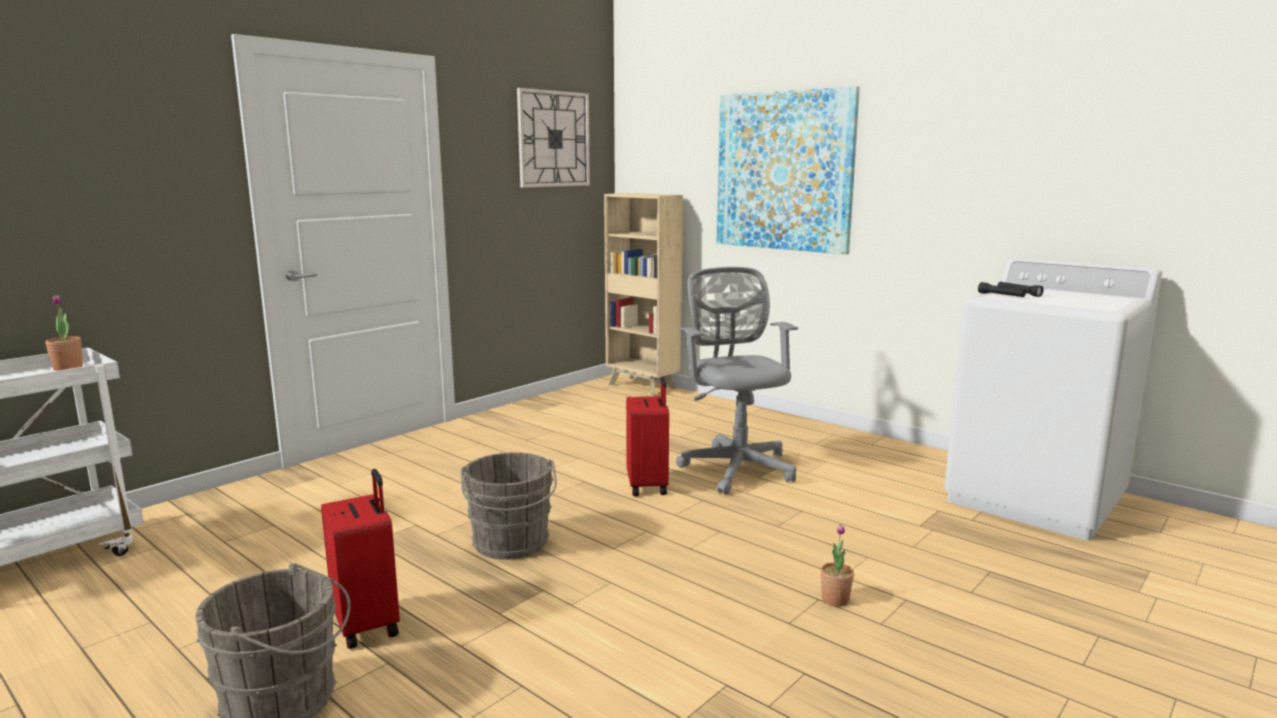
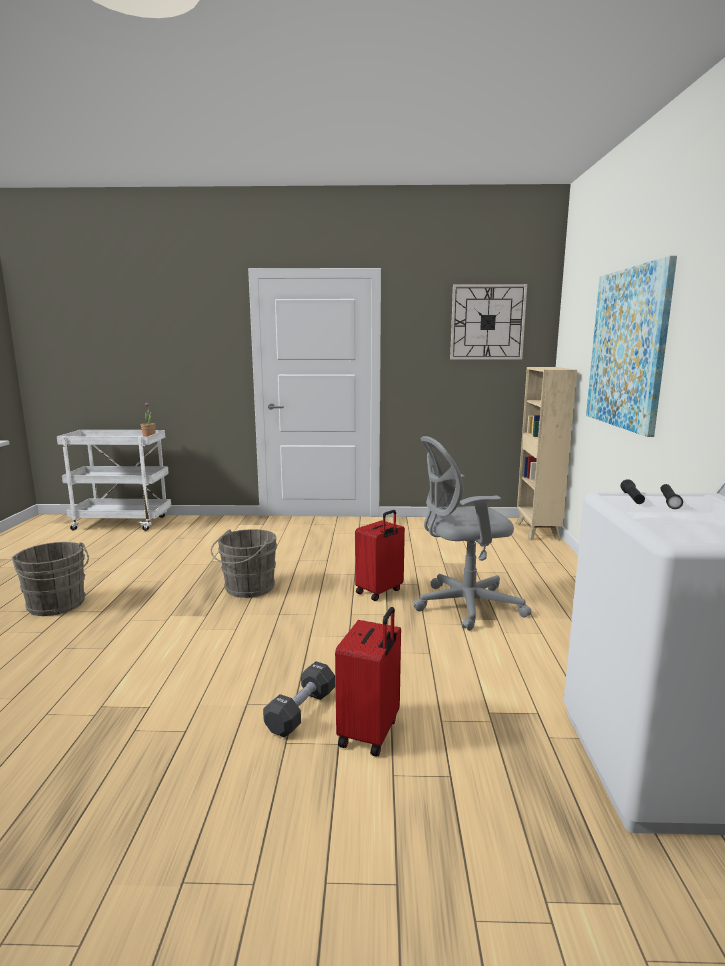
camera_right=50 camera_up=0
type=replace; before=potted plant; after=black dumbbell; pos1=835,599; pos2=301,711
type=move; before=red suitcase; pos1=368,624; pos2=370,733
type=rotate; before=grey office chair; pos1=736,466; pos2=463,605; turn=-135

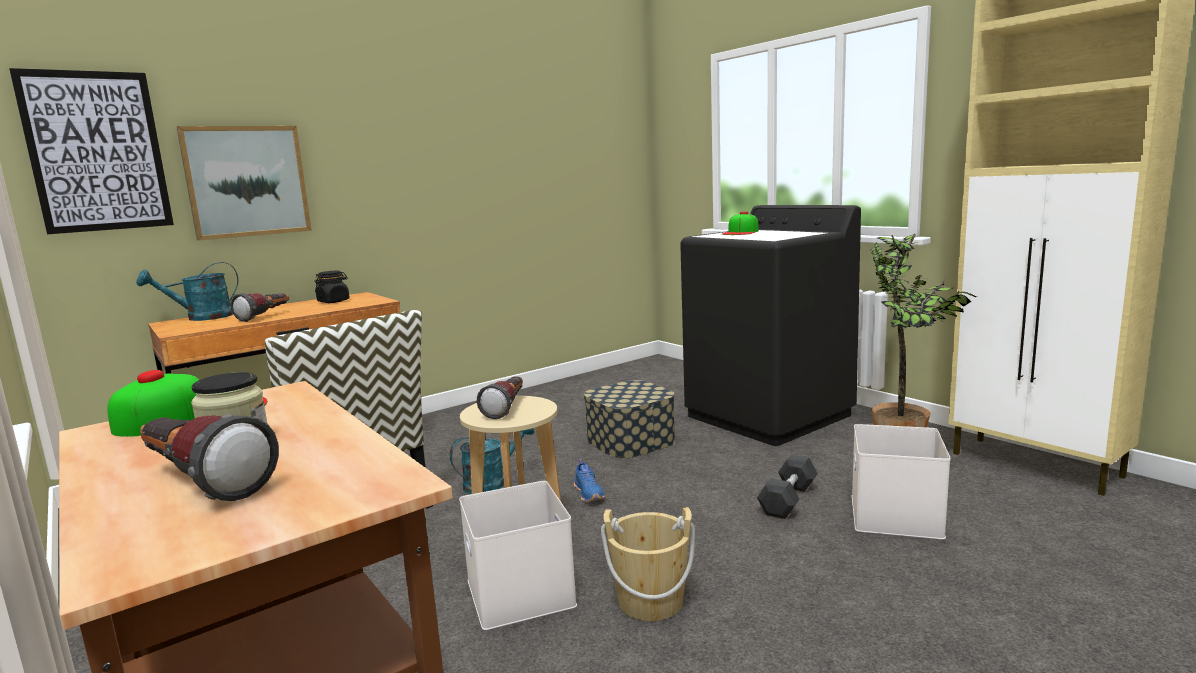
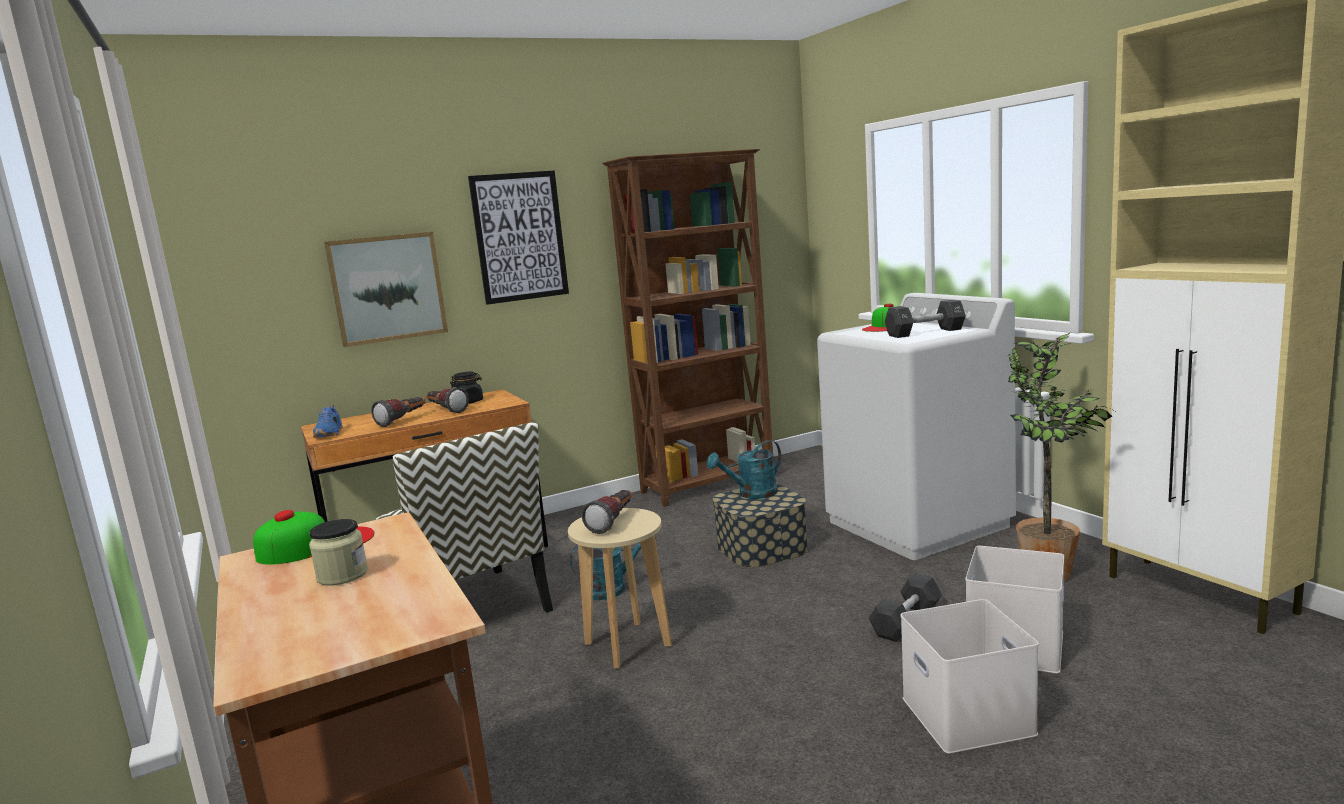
camera_right=10 camera_up=0
type=move; before=blue shoe; pos1=589,493; pos2=330,434
type=move; before=flashlight; pos1=201,483; pos2=445,410
type=move; before=picture; pos1=97,152; pos2=519,237
type=insert; after=brown bookcase; pos2=709,485
type=move; before=turquoise watering can; pos1=201,318; pos2=751,494
type=recolor; before=black washing machine; after=white washing machine; pos1=769,416; pos2=918,524
type=insert; after=black dumbbell; pos2=925,332
type=move; before=white storage box; pos1=517,591; pos2=964,714
type=delete; before=beige bucket; pos1=650,601

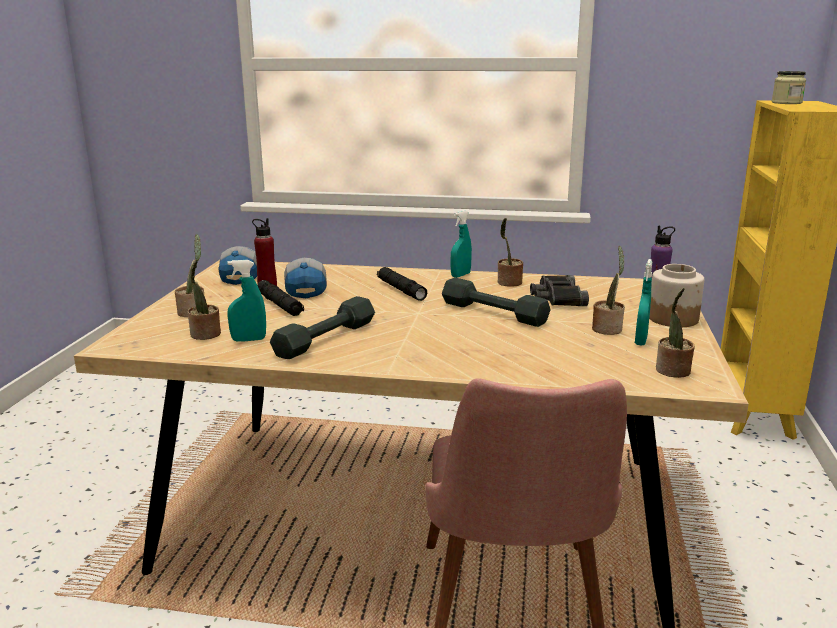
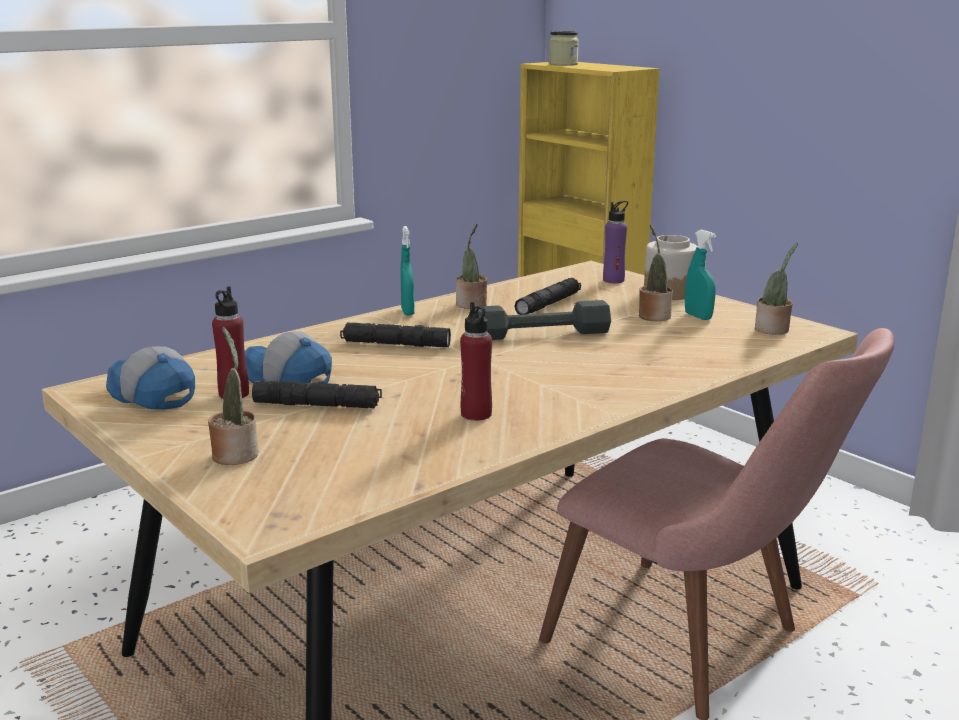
camera_right=-50 camera_up=0
type=replace; before=grey dumbbell; after=red bottle; pos1=325,339; pos2=476,414
type=replace; before=black binoculars; after=black flashlight; pos1=557,298; pos2=548,304
type=delete; before=potted plant; pos1=205,335
type=delete; before=turquoise spray bottle; pos1=249,340

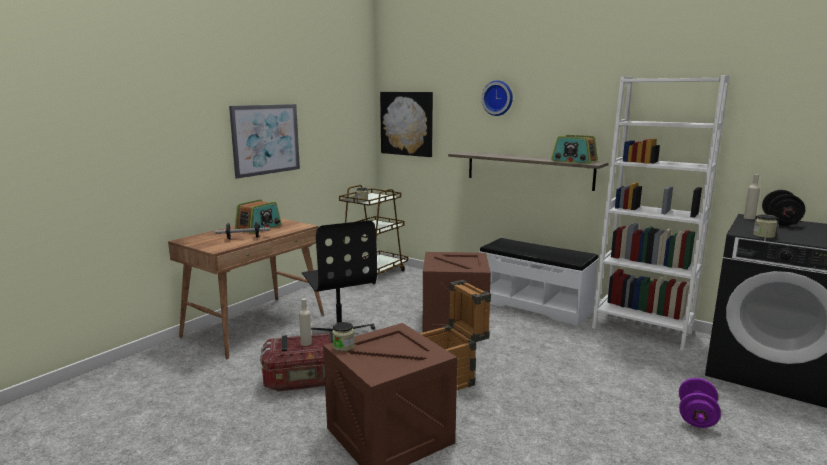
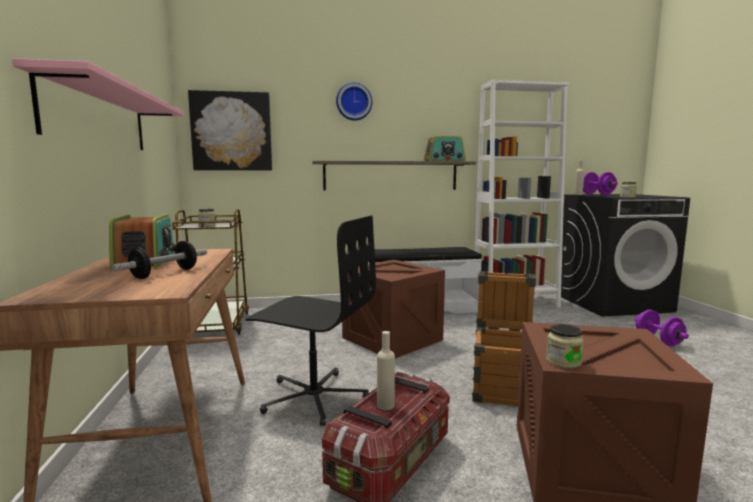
camera_right=-45 camera_up=-5
type=replace; before=picture; after=pink shelf; pos1=266,139; pos2=99,118
type=recolor; before=black dumbbell; after=purple dumbbell; pos1=780,222; pos2=597,194

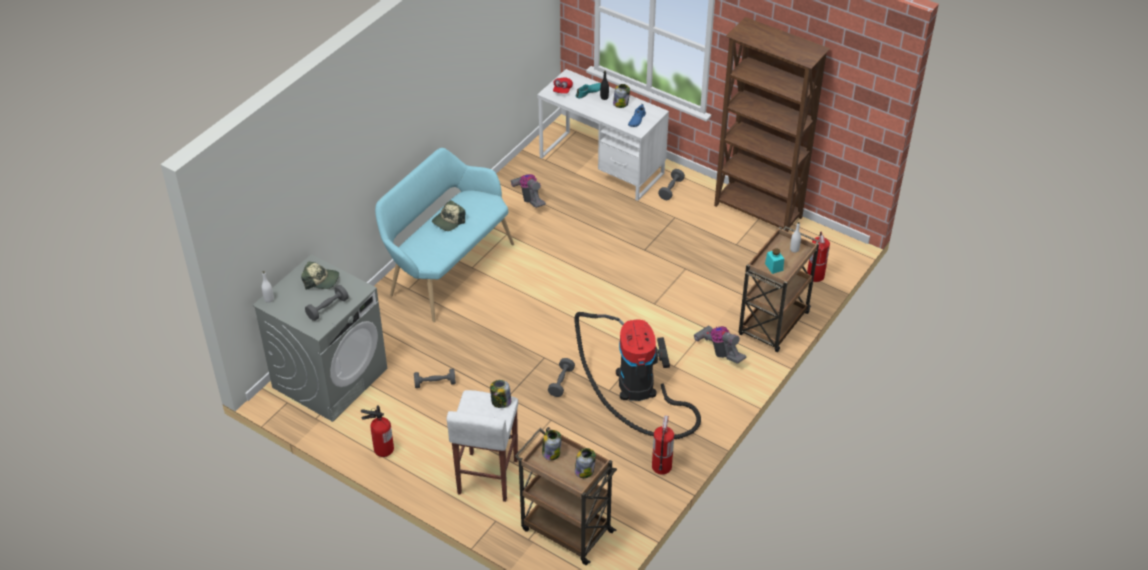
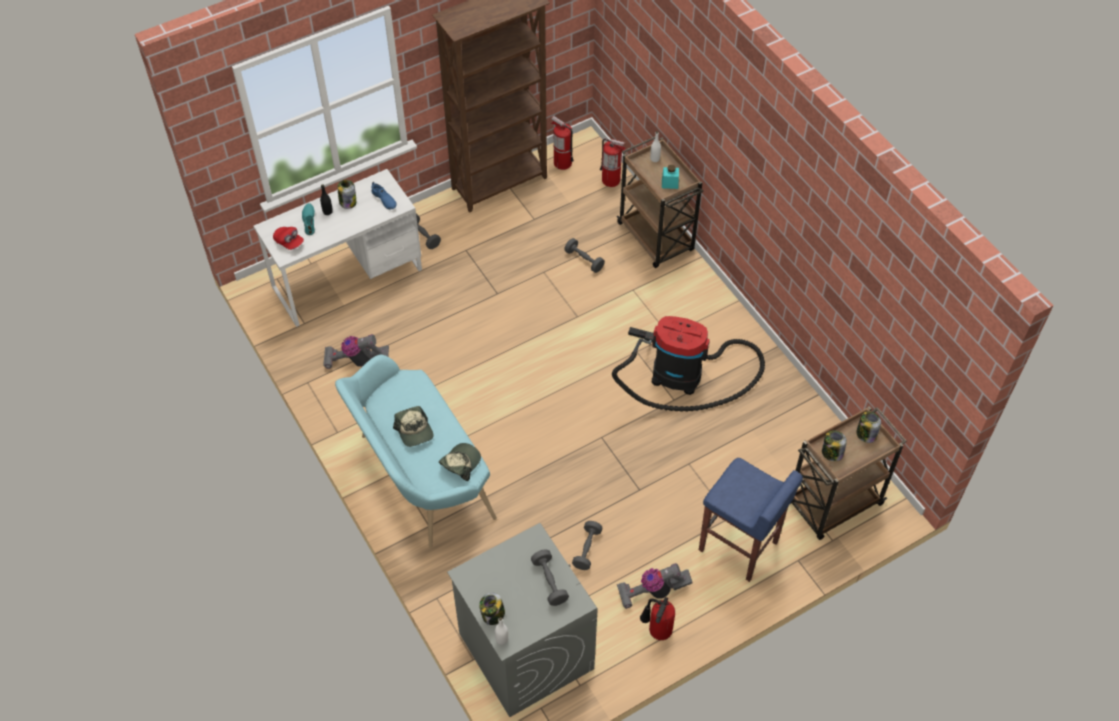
camera_right=-65 camera_up=10
type=move; before=cap; pos1=321,280; pos2=460,463
type=move; before=jar; pos1=500,402; pos2=493,615
type=move; before=fire extinguisher; pos1=661,466; pos2=562,163
type=move; before=grey dumbbell; pos1=561,382; pos2=584,260
type=move; before=vacuum cleaner; pos1=719,351; pos2=652,591
type=recolor; before=white stool; after=blue stool; pos1=486,477; pos2=738,547

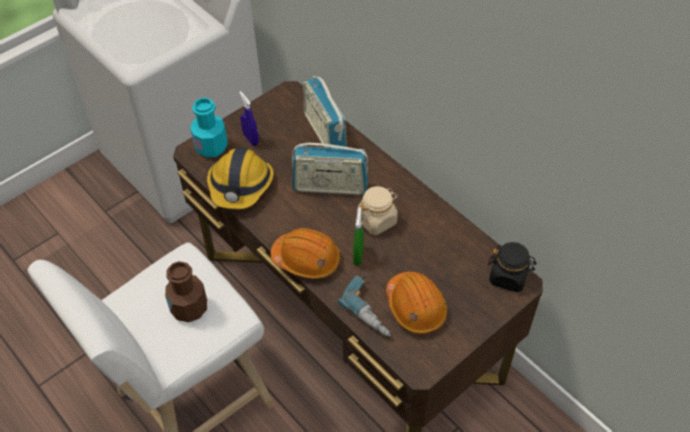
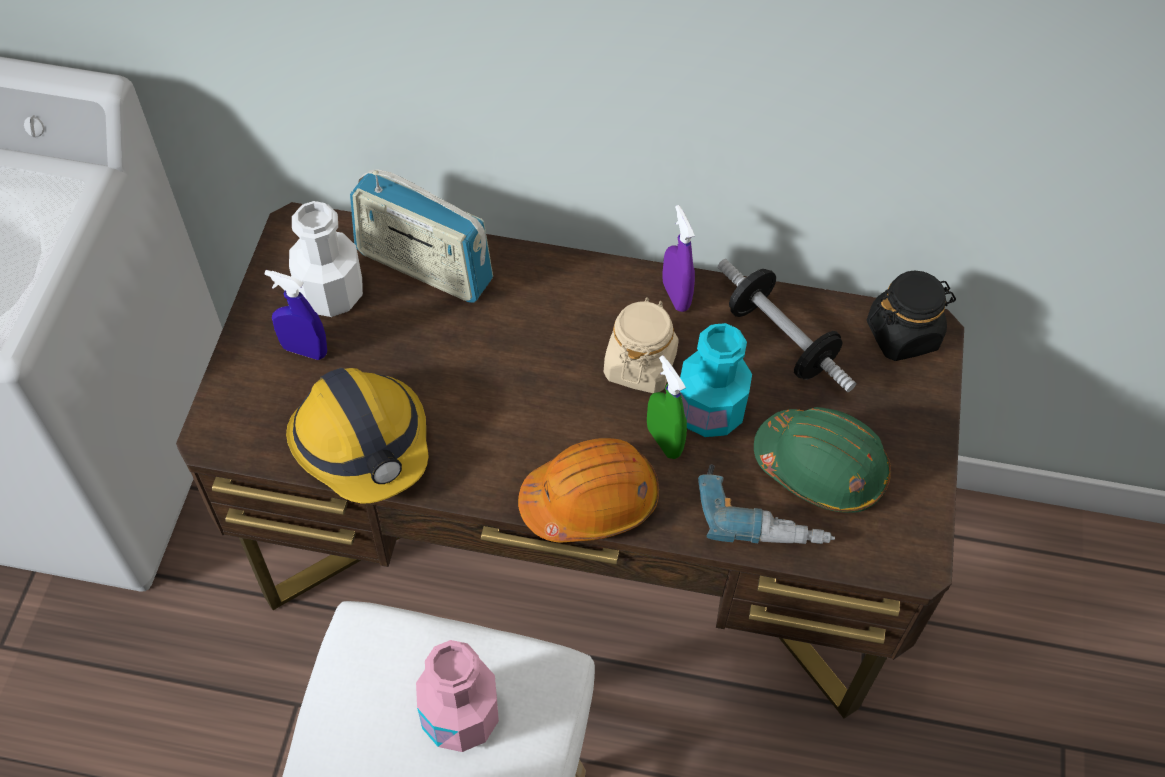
camera_right=-40 camera_up=5
type=insert; after=white bottle; pos2=331,293
type=recolor; before=brown bottle; after=pink bottle; pos1=189,308; pos2=460,716
type=insert; after=purple spray bottle; pos2=675,295
type=move; before=turquoise bottle; pos1=211,147; pos2=709,411
type=insert; after=dumbbell; pos2=780,340
type=recolor; before=orange hard hat; after=green hard hat; pos1=415,307; pos2=821,468
type=delete; before=radio; pos1=330,187

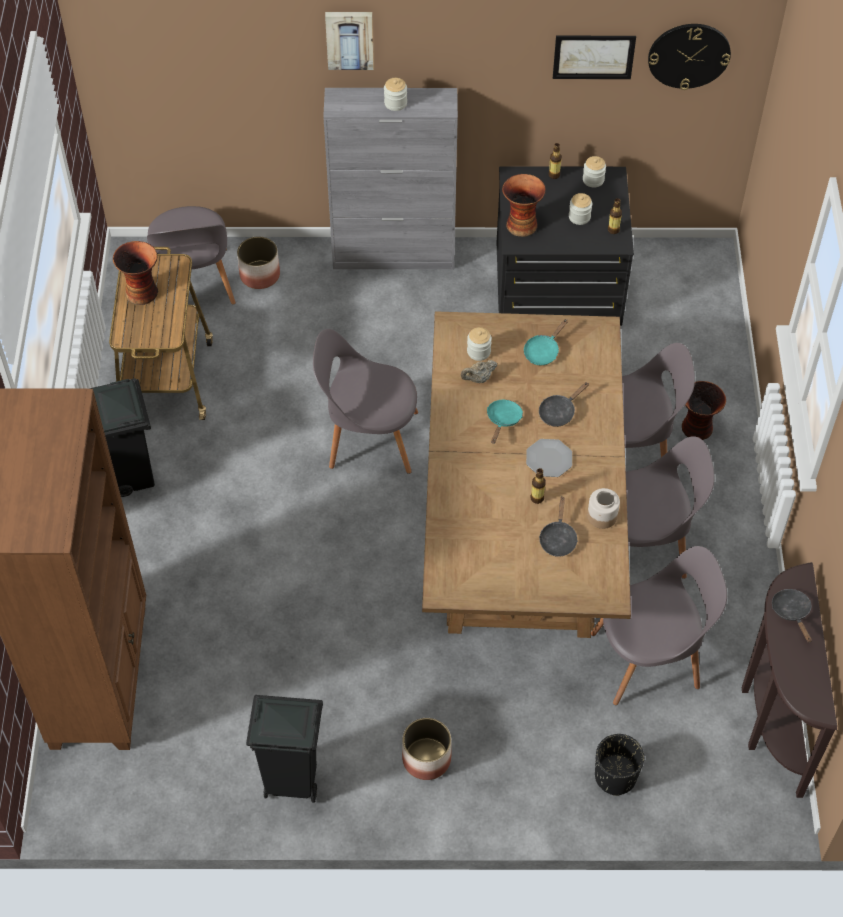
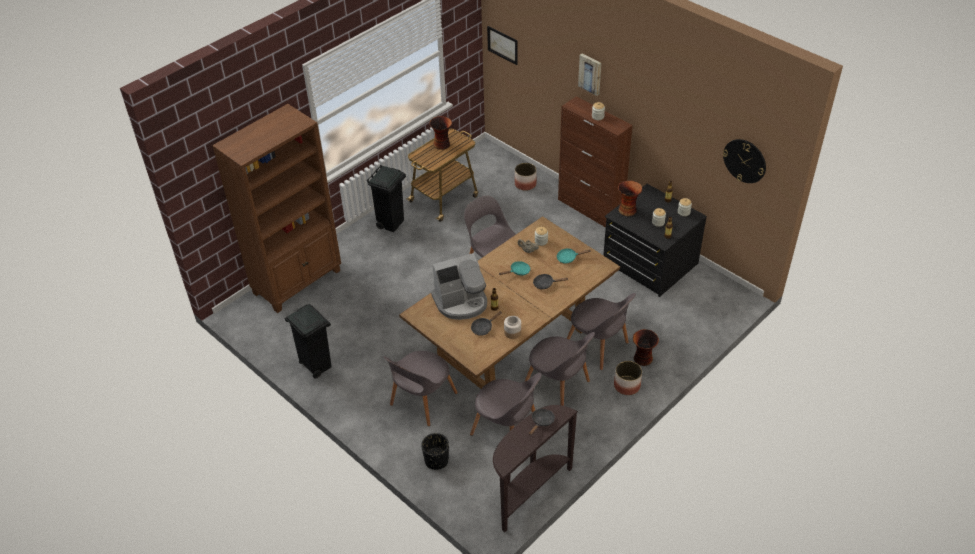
camera_right=45 camera_up=-10
type=move; before=grey chair; pos1=194,284; pos2=421,401
type=insert; after=coffee machine; pos2=461,302
type=move; before=picture; pos1=593,56; pos2=502,45
type=recolor; before=grey cabinet; after=brown cabinet; pos1=394,255; pos2=590,209
type=move; before=planter; pos1=427,759; pos2=627,386
type=delete; before=plate; pos1=549,459

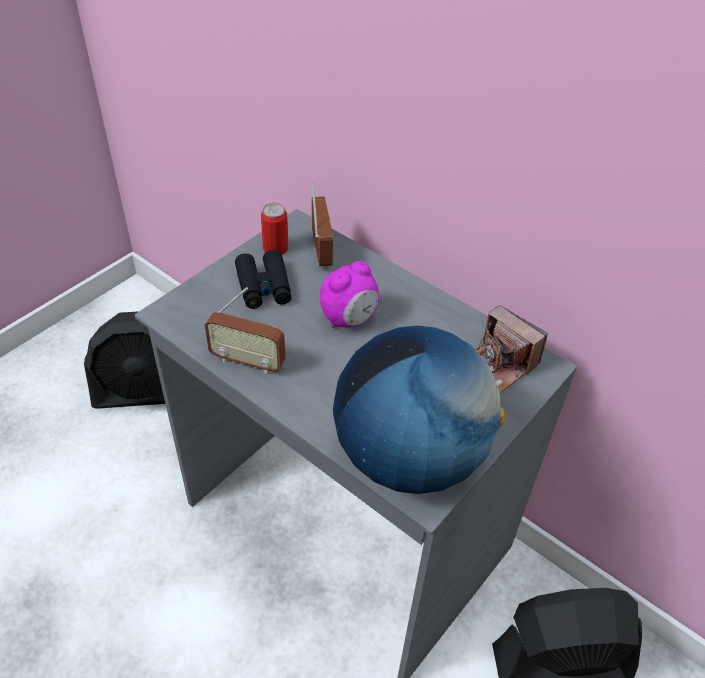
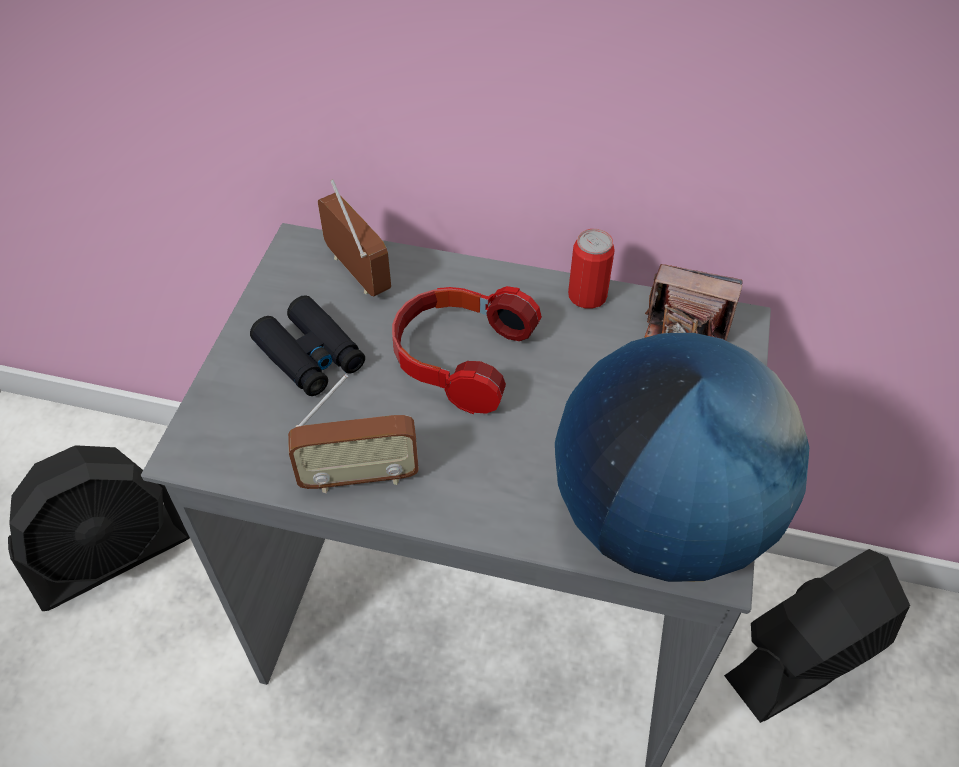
camera_right=-25 camera_up=5
type=replace; before=alarm clock; after=headphones; pos1=349,319; pos2=458,357
type=move; before=can; pos1=275,248; pos2=587,296

